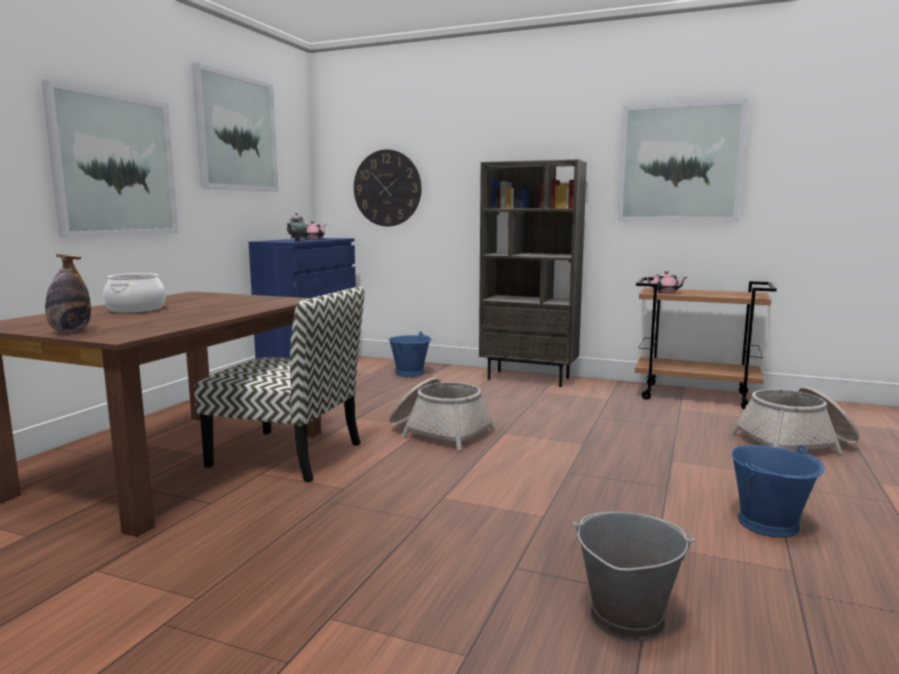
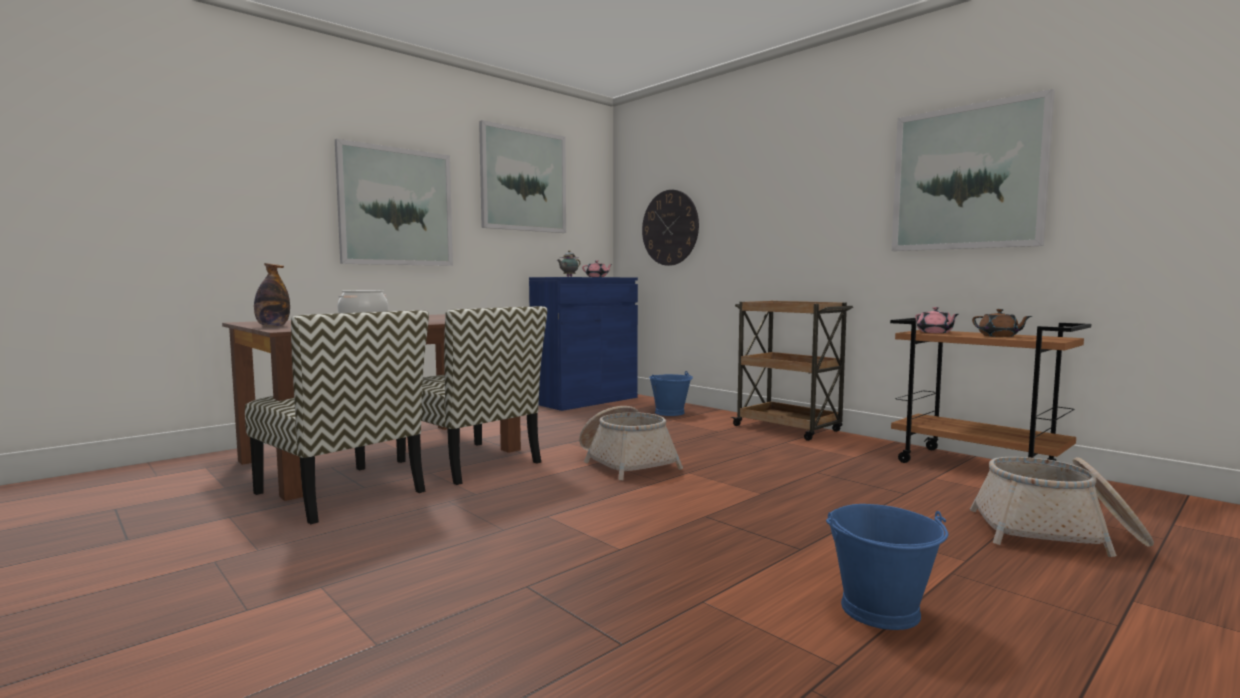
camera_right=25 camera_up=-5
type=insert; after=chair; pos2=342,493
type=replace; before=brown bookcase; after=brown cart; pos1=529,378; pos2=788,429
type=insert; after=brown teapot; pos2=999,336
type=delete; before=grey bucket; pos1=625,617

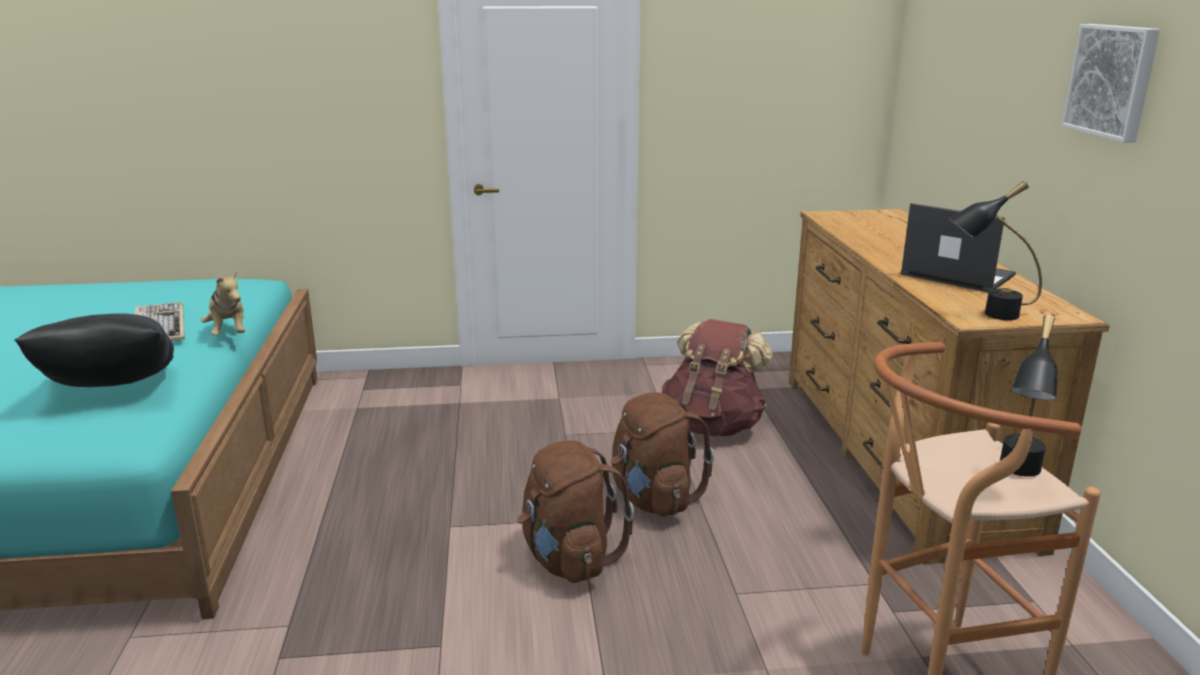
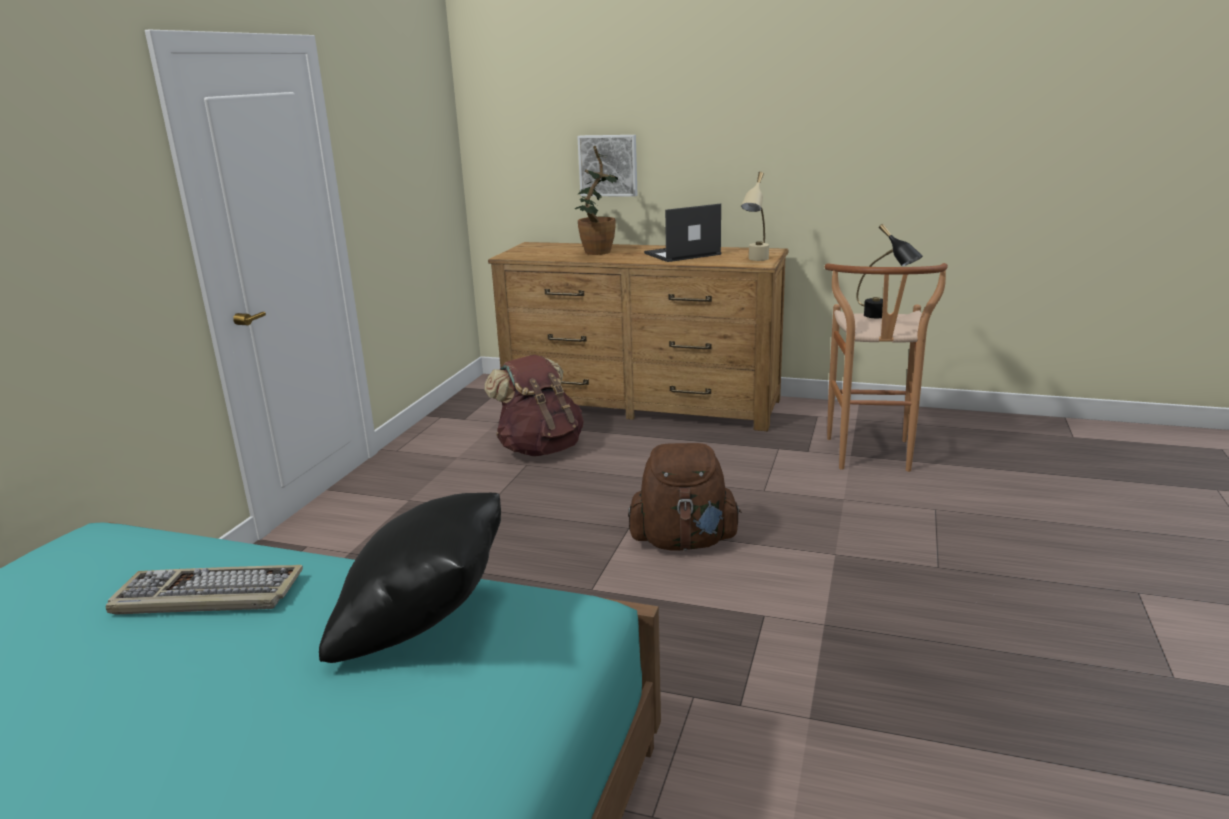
camera_right=-65 camera_up=0
type=insert; after=potted plant; pos2=594,253
type=move; before=picture; pos1=1113,81; pos2=608,165
type=recolor; before=black table lamp; after=beige table lamp; pos1=985,315; pos2=756,260
type=delete; before=plush toy; pos1=229,333
type=delete; before=brown backpack; pos1=653,499

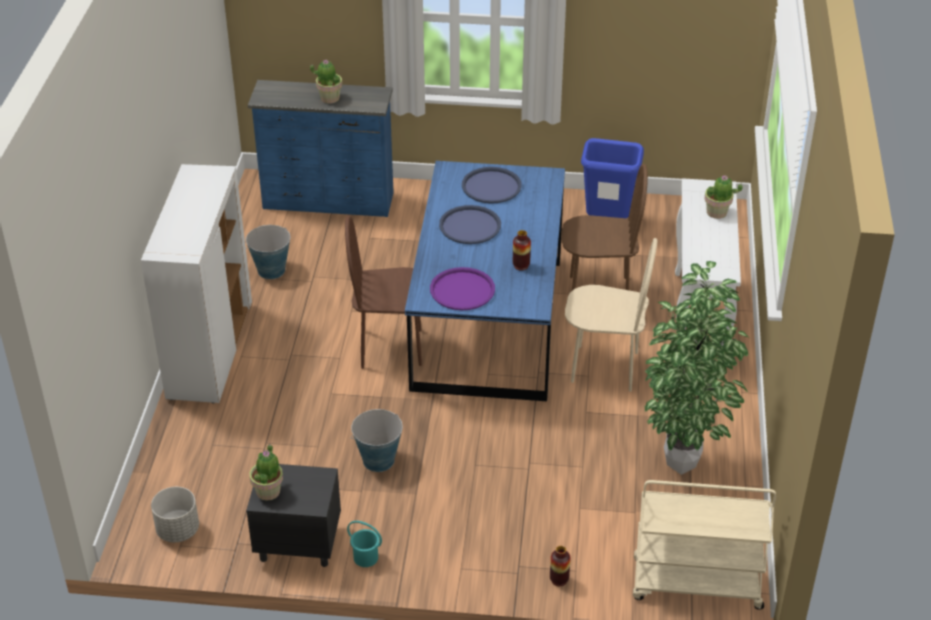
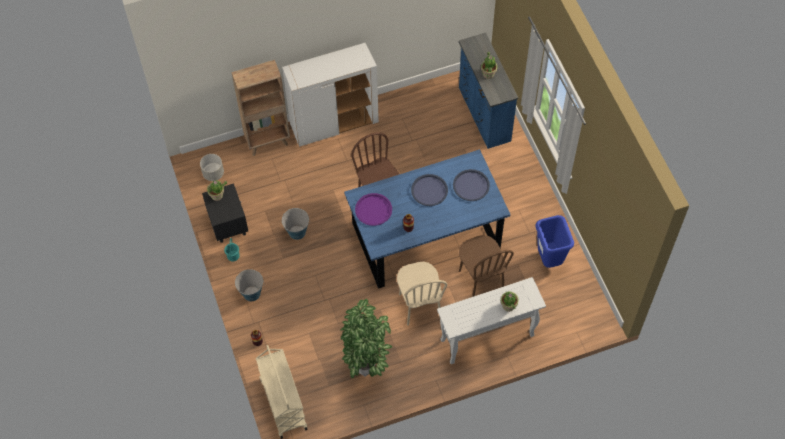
camera_right=65 camera_up=20
type=insert; after=brown bookcase; pos2=268,141
type=move; before=bucket; pos1=271,270; pos2=251,293

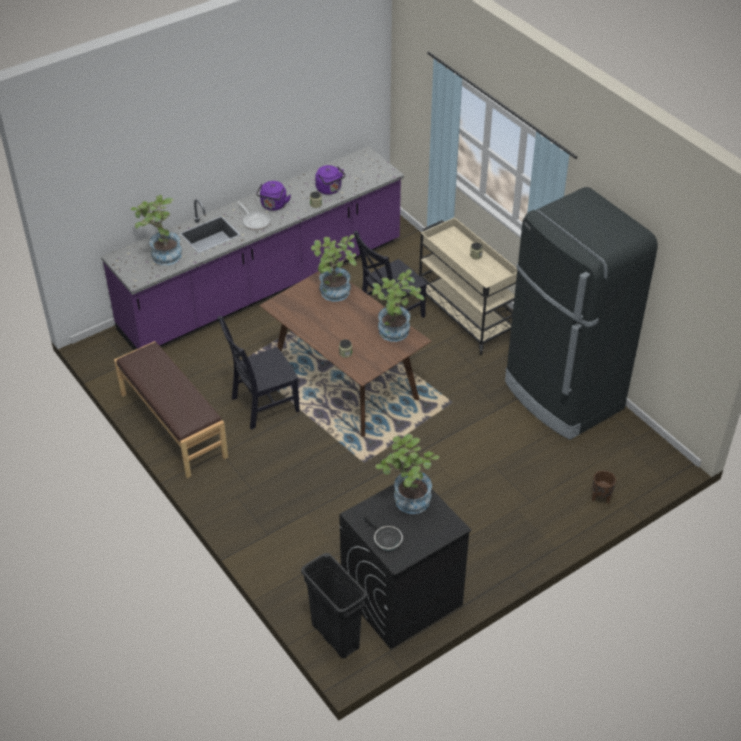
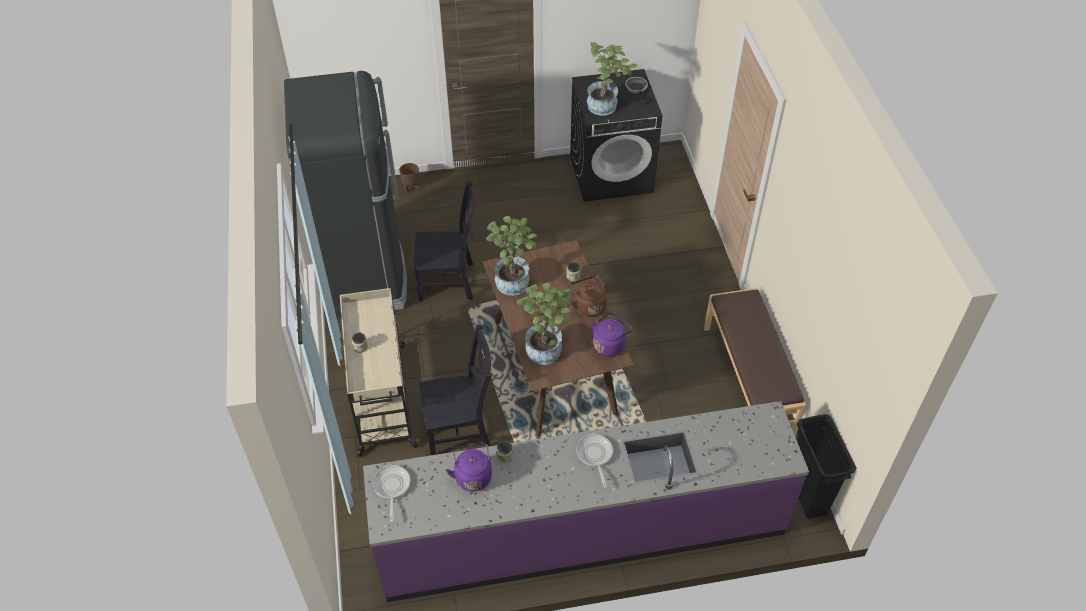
camera_right=-155 camera_up=5
type=insert; after=frying pan; pos2=391,487
type=move; before=black chair; pos1=262,405; pos2=449,282
type=insert; after=brown kettle; pos2=588,305
type=move; before=purple kettle; pos1=273,206; pos2=610,344
type=move; before=black trash can; pos1=335,636; pos2=807,495
type=delete; before=potted plant; pos1=162,256

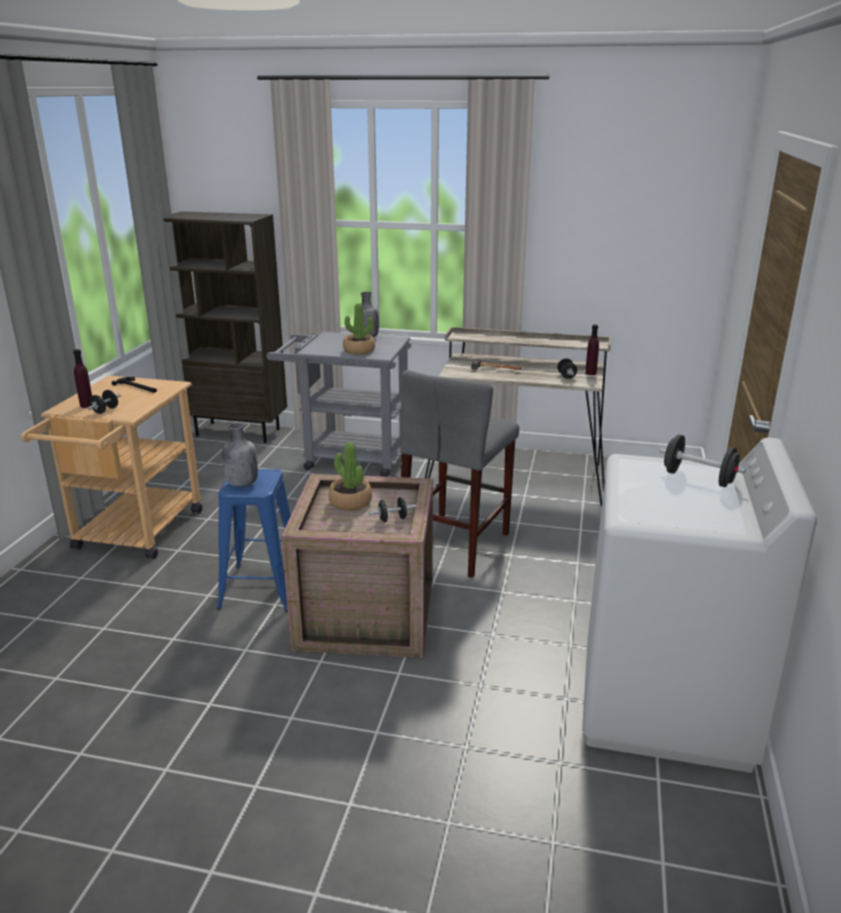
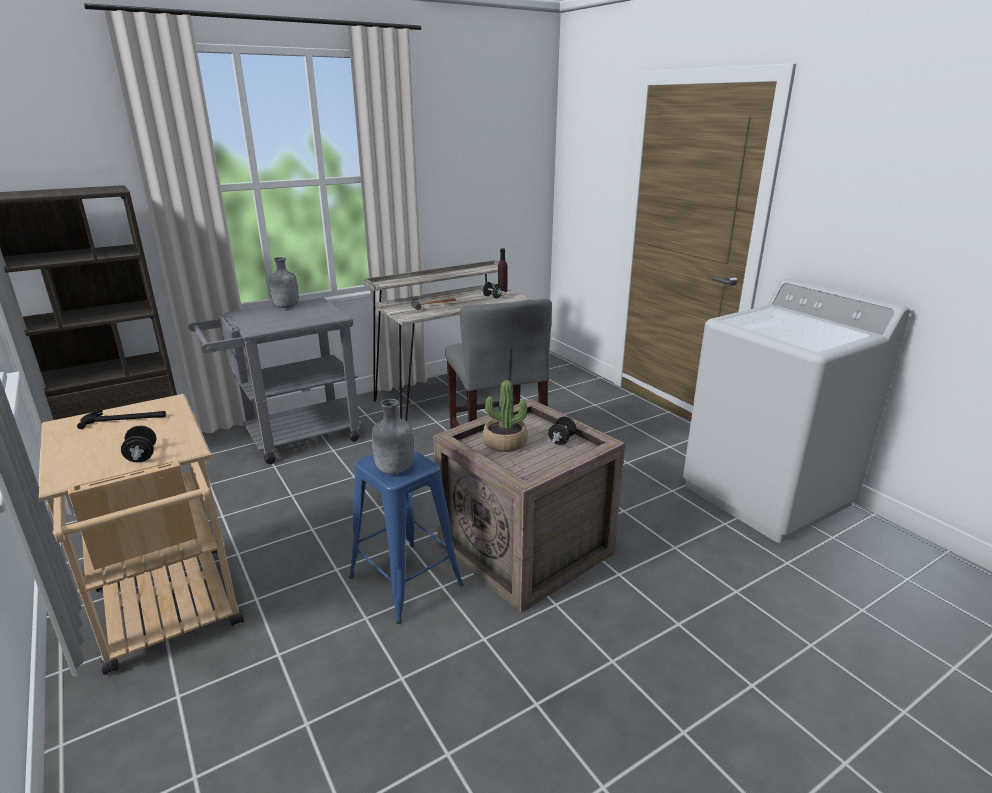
camera_right=-45 camera_up=0
type=delete; before=purple bottle; pos1=87,405
type=delete; before=potted plant; pos1=359,351
type=delete; before=black dumbbell; pos1=698,478

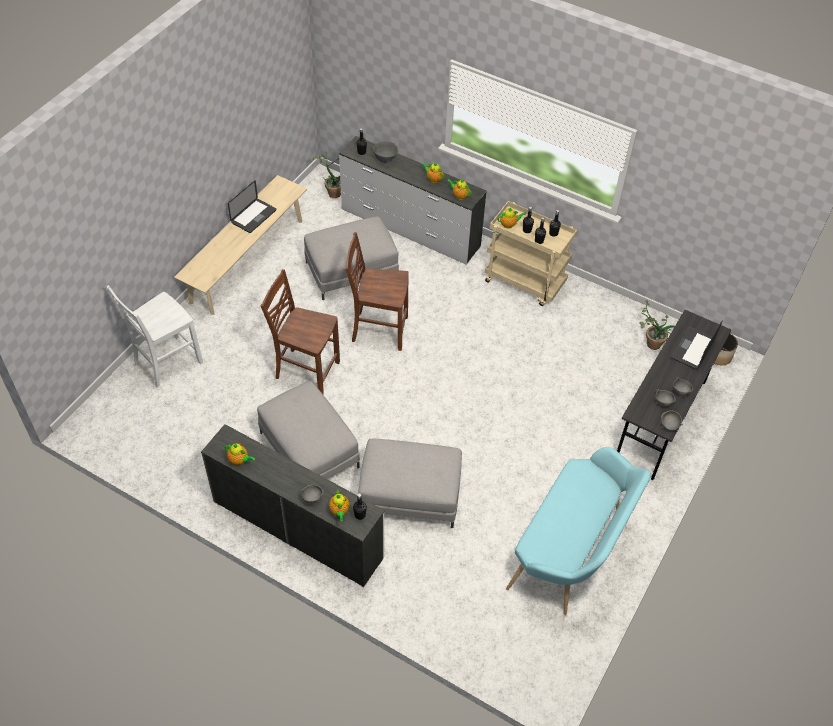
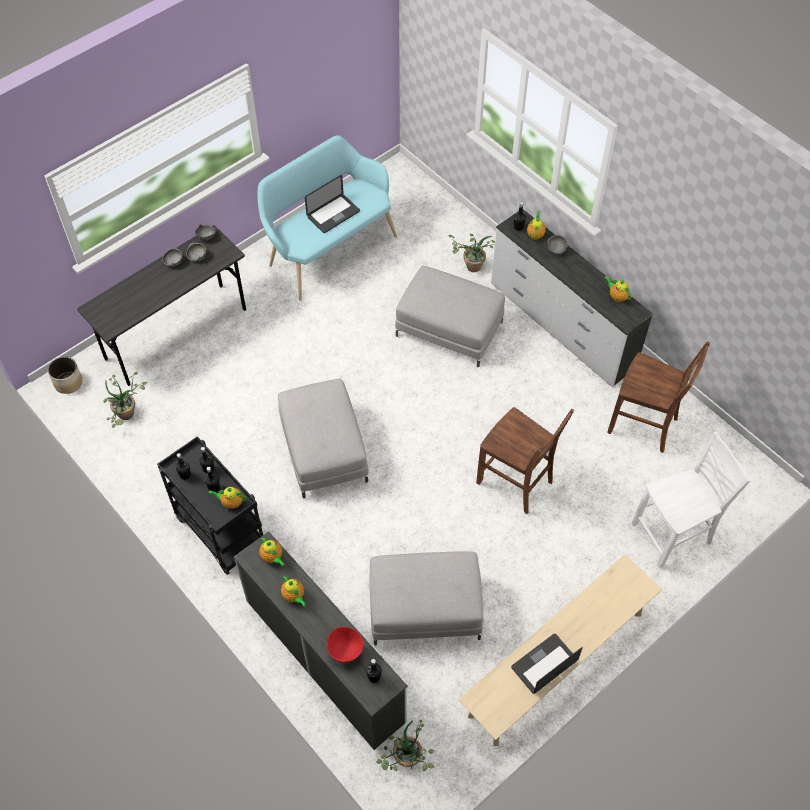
camera_right=-160 camera_up=5
type=recolor; before=beige cart; after=black cart; pos1=525,282; pos2=219,531
type=move; before=grey ottoman; pos1=310,449; pos2=323,449
type=move; before=laptop; pos1=692,349; pos2=333,214
type=recolor; before=grey bowl; after=red bowl; pos1=385,159; pos2=345,652
type=insert; after=potted plant; pos2=469,267
type=move; before=brown chair; pos1=378,329; pos2=644,425

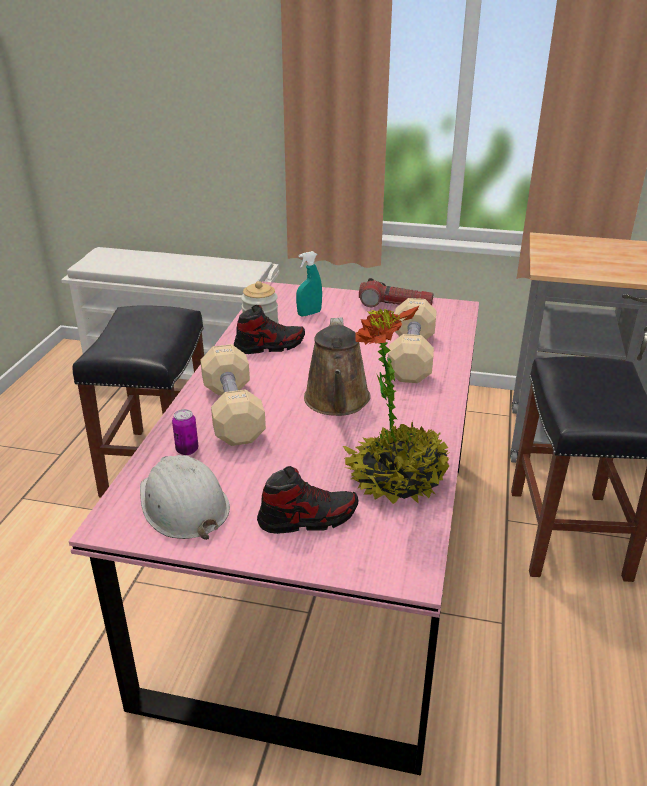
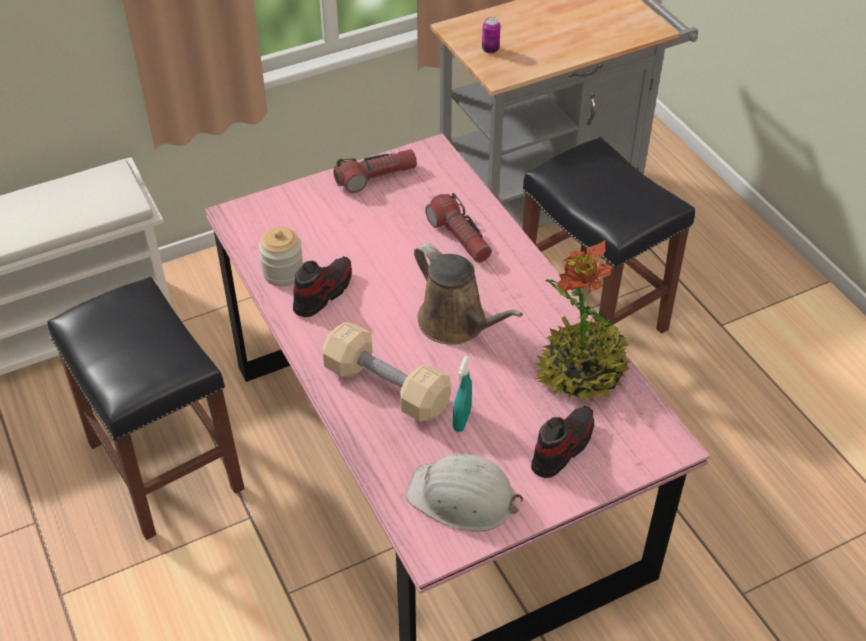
camera_right=-40 camera_up=15
type=replace; before=beige dumbbell; after=flashlight; pos1=411,357; pos2=459,237
type=move; before=turquoise spray bottle; pos1=309,313; pos2=462,420
type=move; before=can; pos1=187,450; pos2=490,49

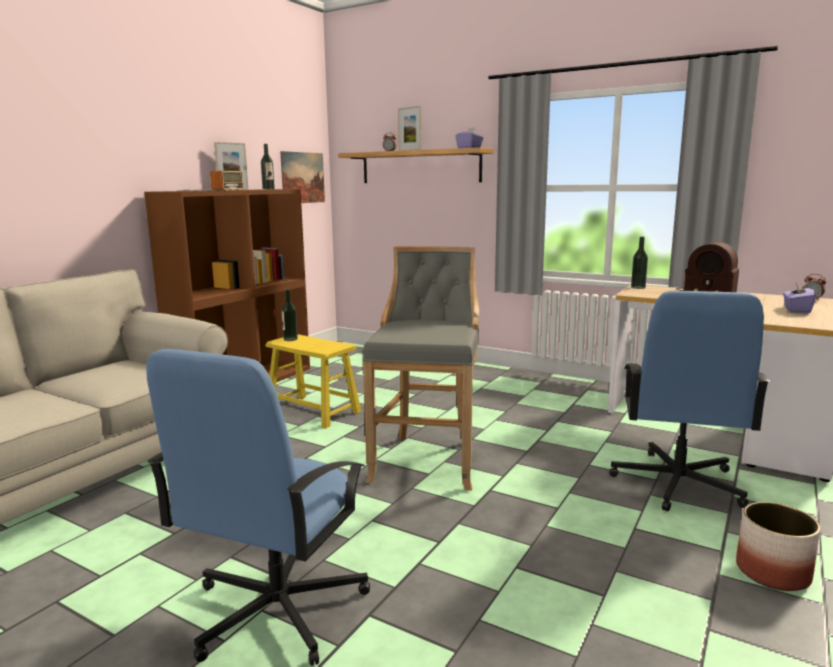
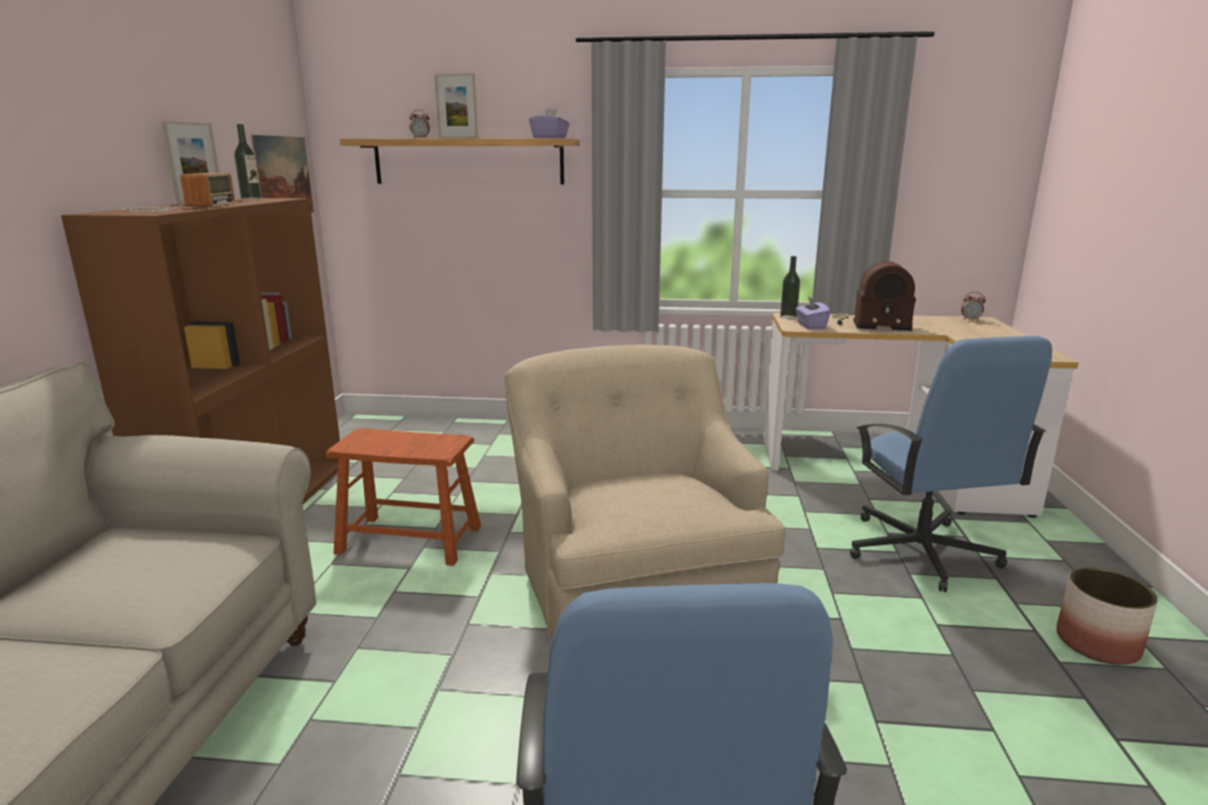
camera_right=-25 camera_up=5
type=recolor; before=yellow stool; after=brown stool; pos1=313,411; pos2=410,540
type=replace; before=grey stool; after=beige armchair; pos1=427,460; pos2=634,585
type=move; before=purple tissue box; pos1=796,310; pos2=810,326
type=delete; before=bottle; pos1=290,339

